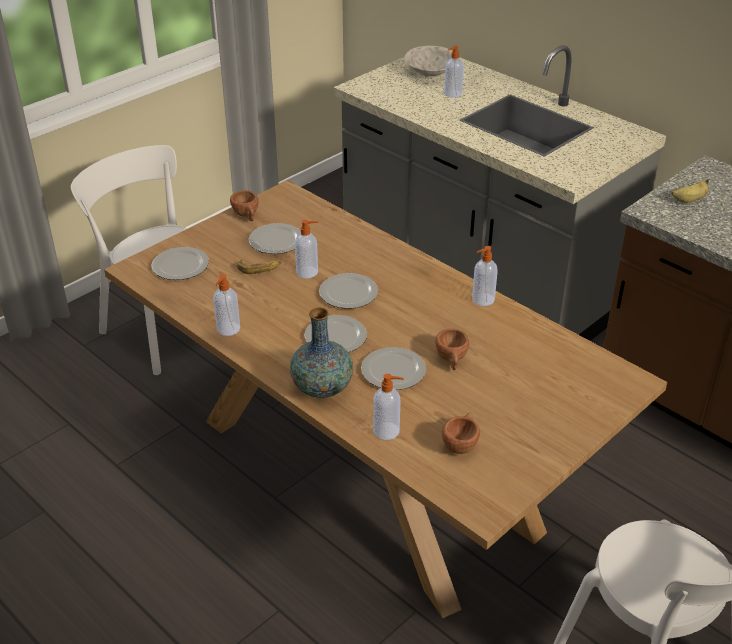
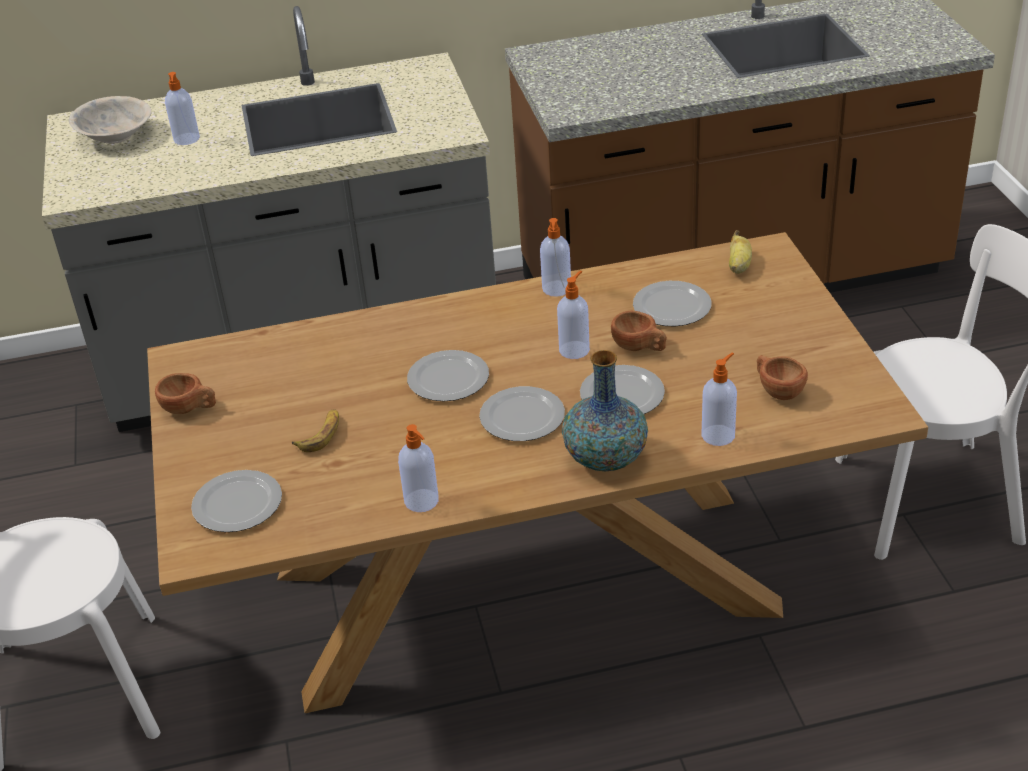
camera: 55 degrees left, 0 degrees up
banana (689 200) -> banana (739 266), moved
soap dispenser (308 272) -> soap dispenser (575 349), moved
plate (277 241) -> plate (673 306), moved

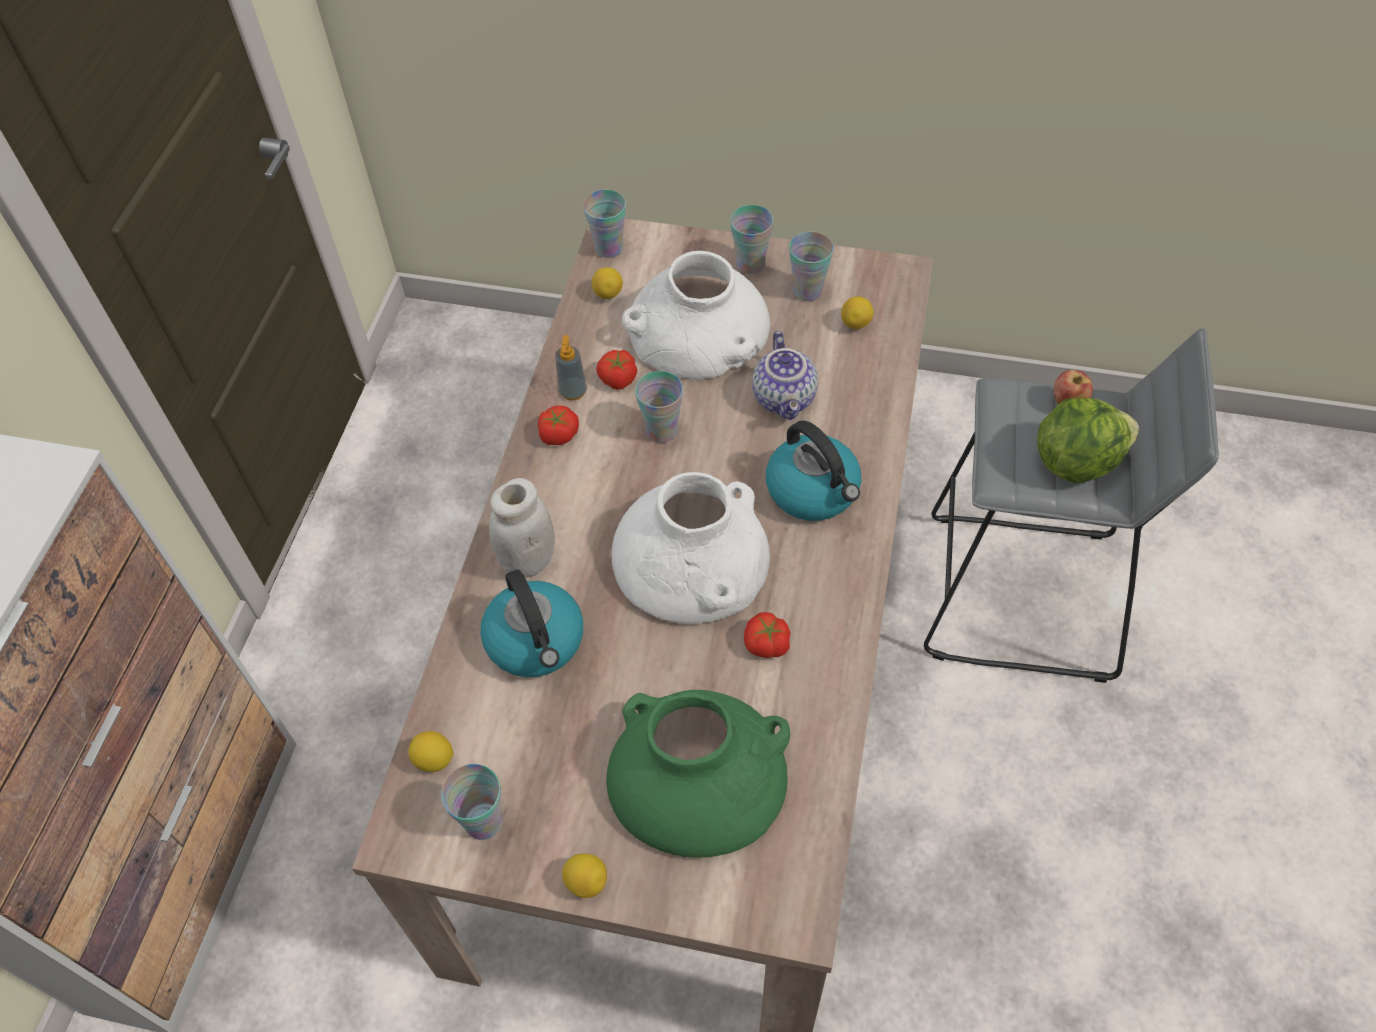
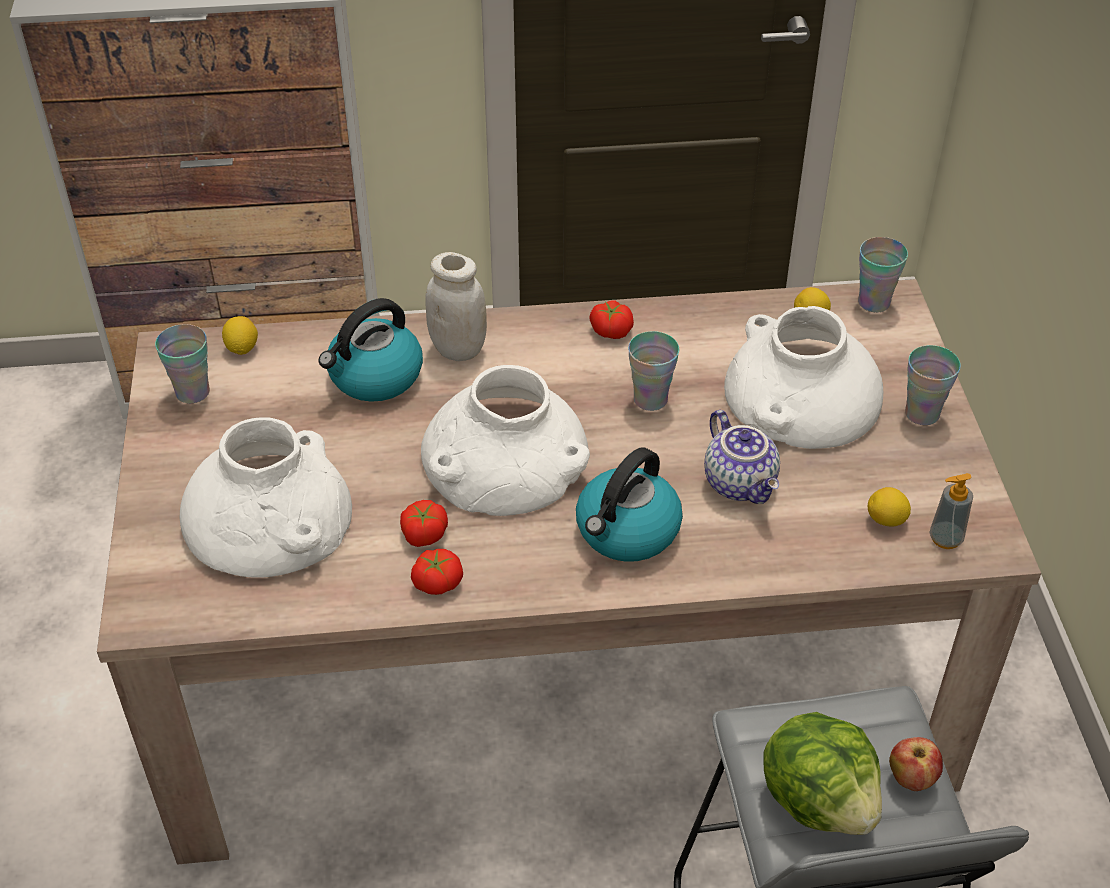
camera: 70 degrees right, 10 degrees down
cup (807 291) -> none
teapot (785 398) -> teapot (741 483), 90 degrees counterclockwise
soap dispenser (573 391) -> soap dispenser (945 538), moved
tomato (617 378) -> tomato (437 582), moved
green vase (696 774) -> white vase (268 515)
lemon (586 882) -> none

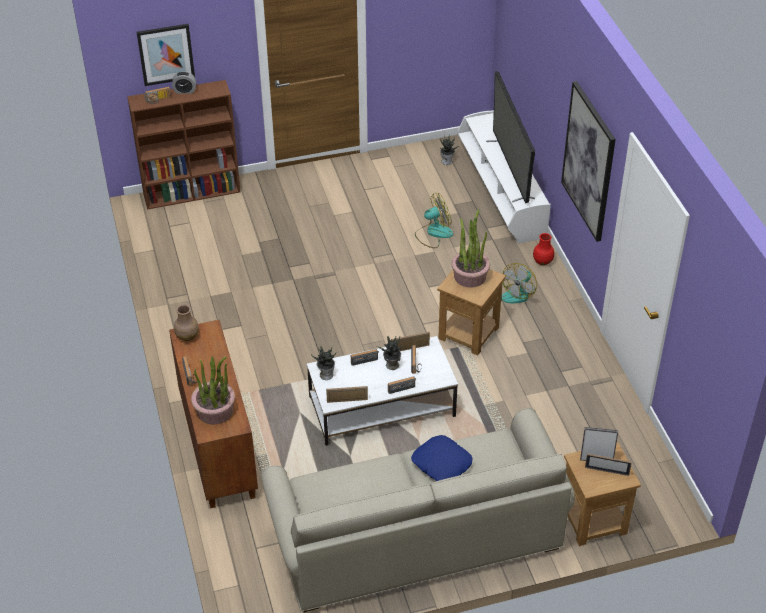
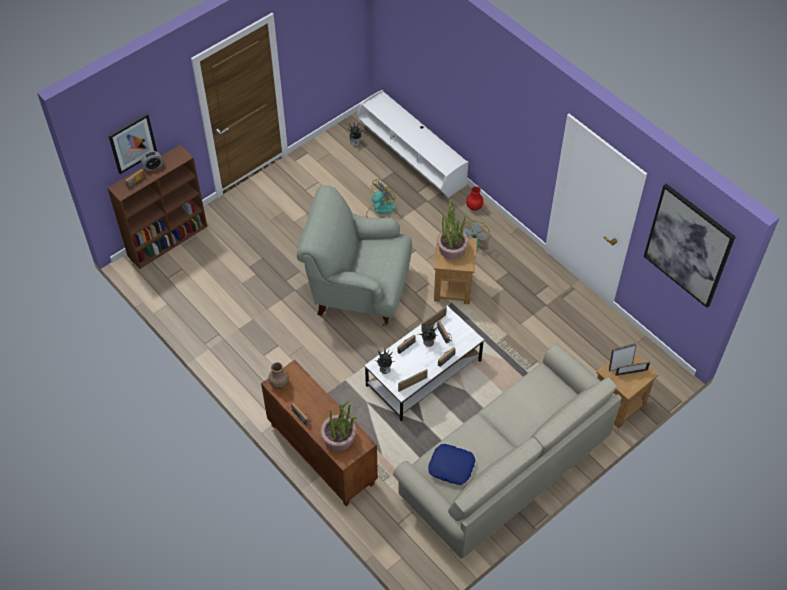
camera: 25 degrees left, 10 degrees up
television (510 169) -> none
picture (589 161) -> picture (688 246), moved
blue pillow (441 463) -> blue pillow (451 467), moved
none -> grey armchair (358 290)

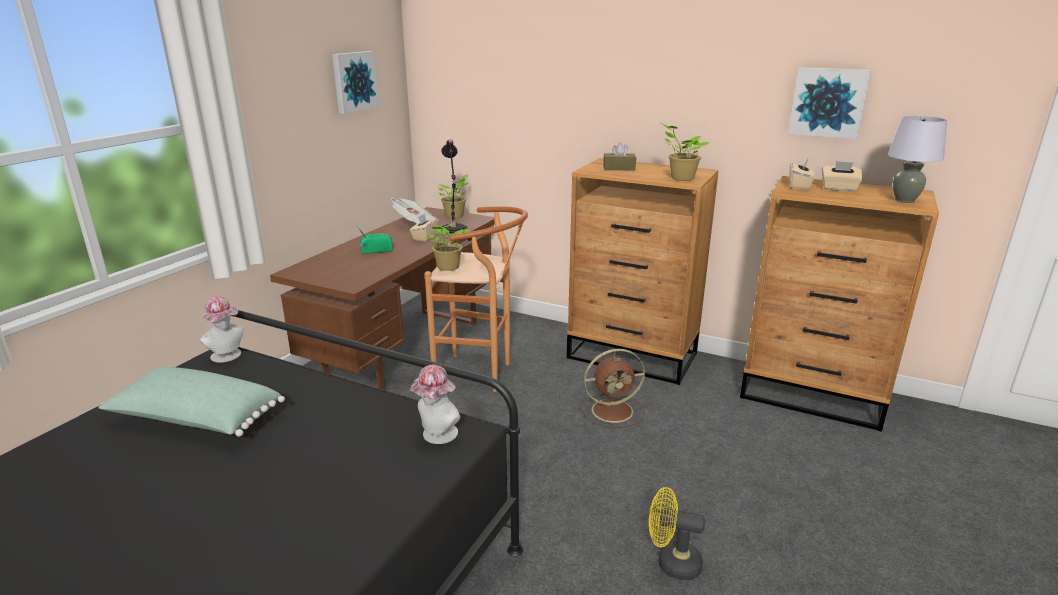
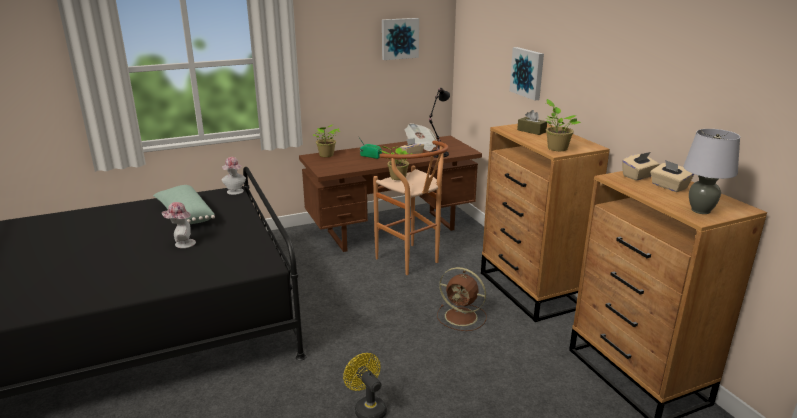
camera: 40 degrees right, 0 degrees up
picture (828 102) -> picture (528 73), moved
potted plant (455 216) -> potted plant (326 155), moved
hat (437 436) -> hat (182 244), moved

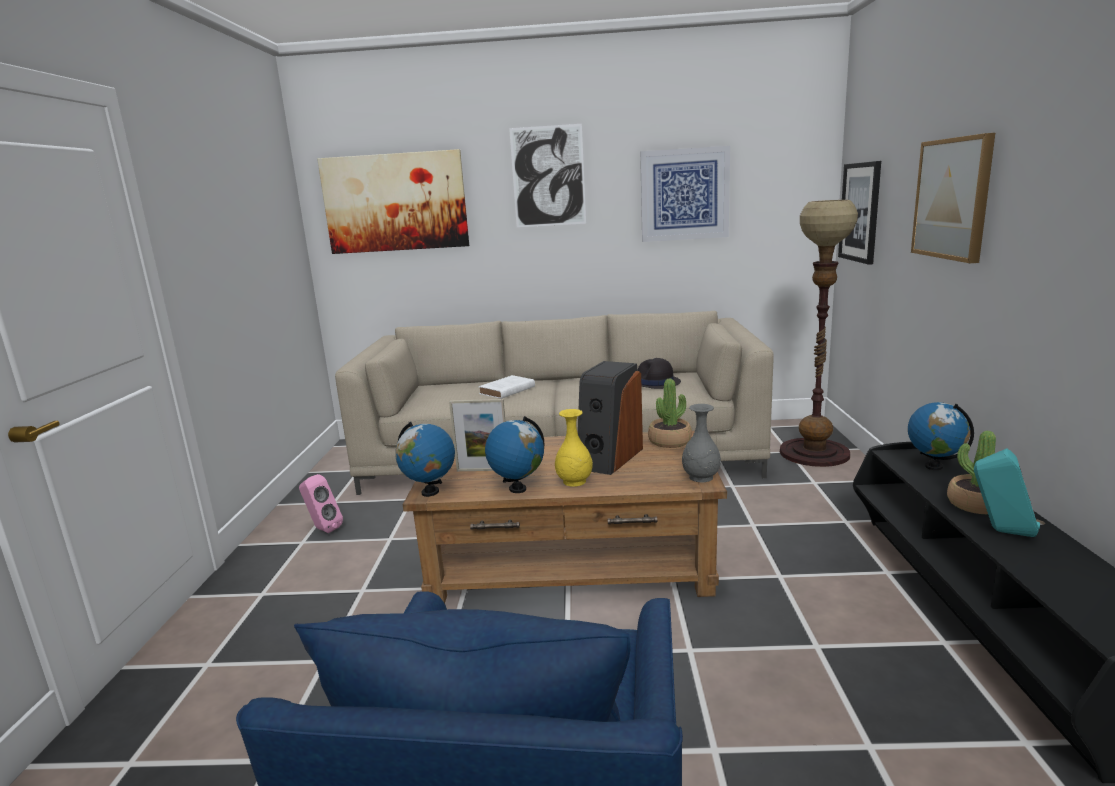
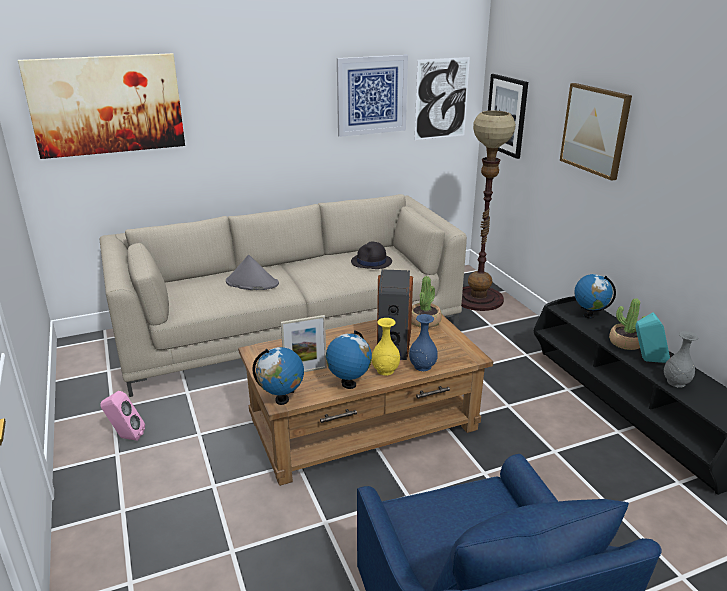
camera: 25 degrees left, 10 degrees up
picture (548 176) -> picture (441 99), moved
white book (506 391) -> grey hat (252 283)
grey vase (700 477) -> grey vase (675 382), moved
none -> blue vase (422 366)

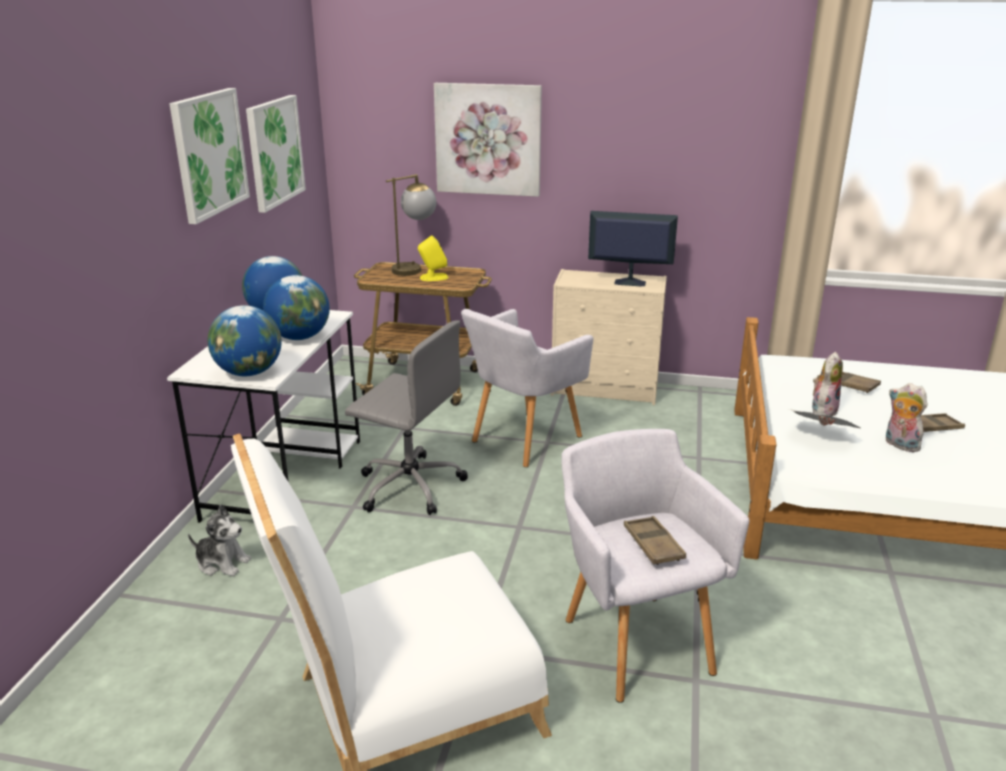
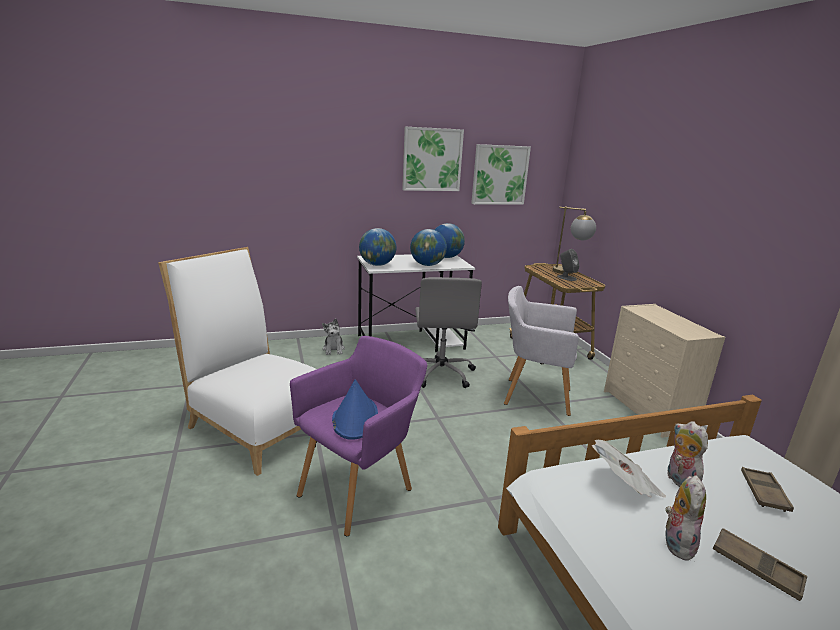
camera: 60 degrees right, 5 degrees down
picture (488 139) -> none
monitor (629 282) -> none
yellow speaker (433 277) -> grey speaker (566 278)
plush toy (823 410) -> plush toy (679 481), 120 degrees counterclockwise
grey armchair (635 639) -> purple armchair (360 489)
brown tray (653 545) -> blue hat (355 418)

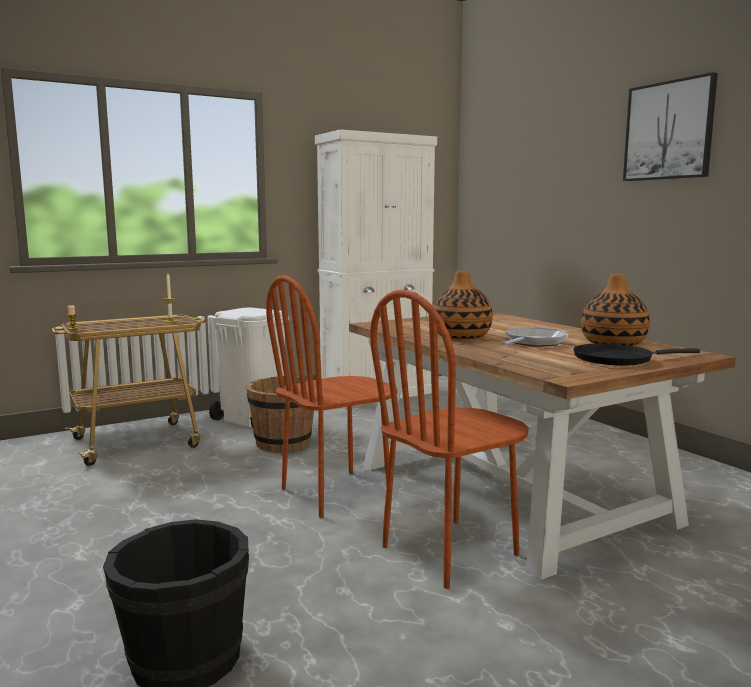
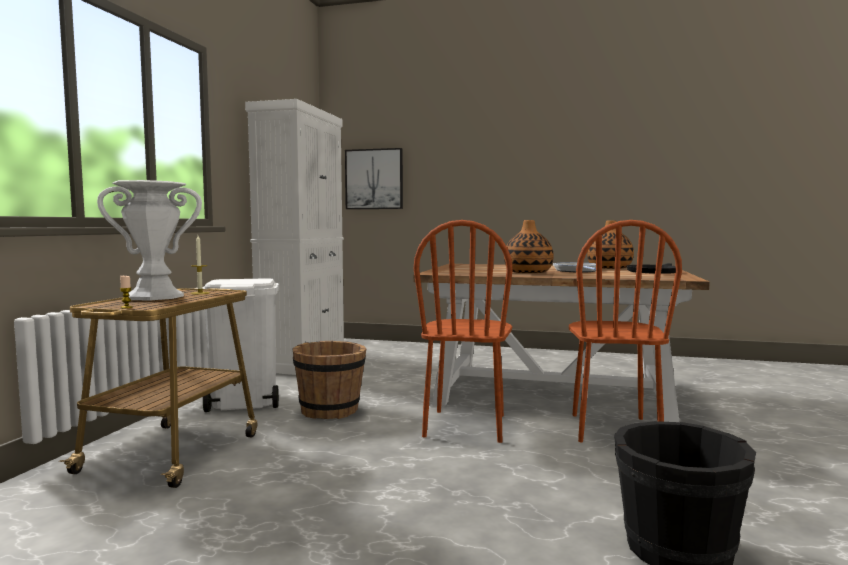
camera: 45 degrees left, 5 degrees down
picture (669 131) -> picture (374 179), moved
none -> white vase (155 297)

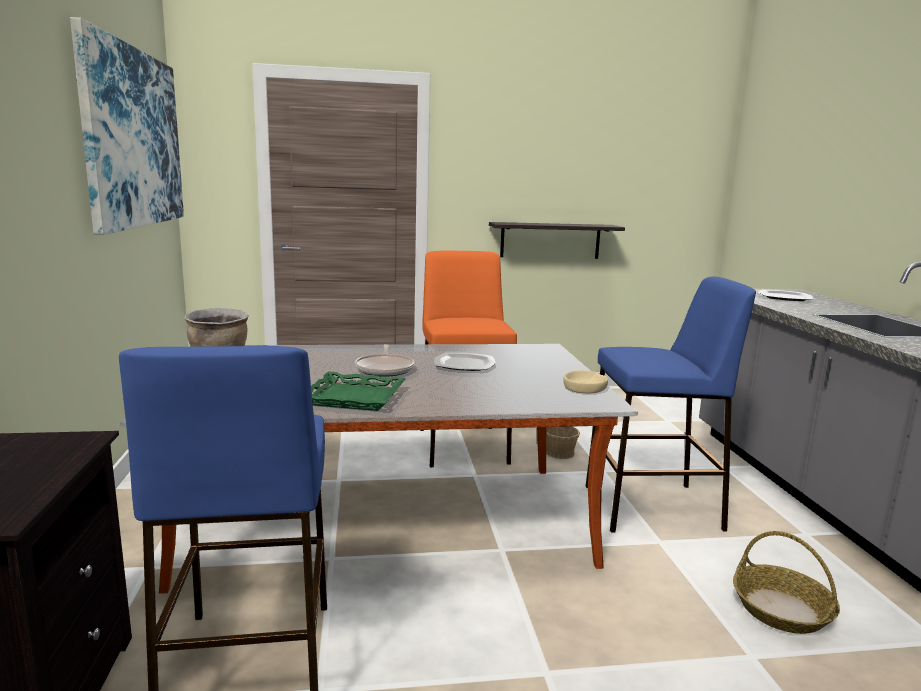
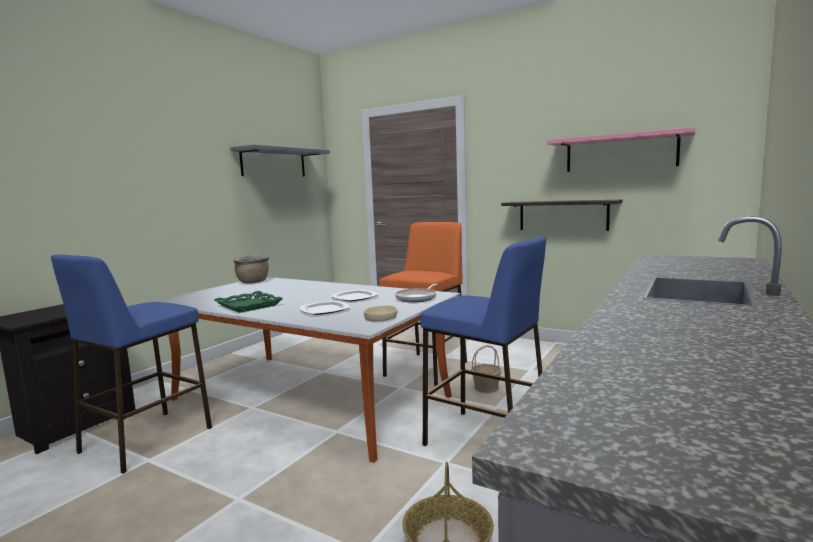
camera: 40 degrees right, 5 degrees down
picture (134 138) -> grey shelf (274 163)
plate (785 297) -> plate (325 310), moved
frying pan (385 369) -> frying pan (417 298), moved
none -> pink shelf (620 152)

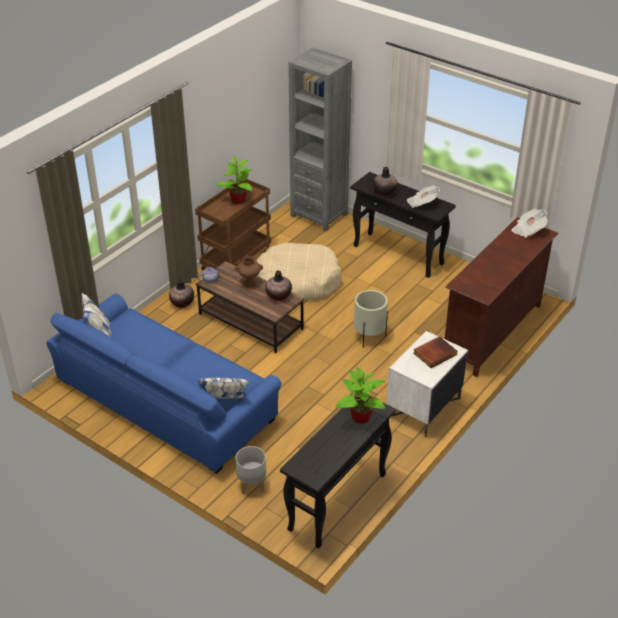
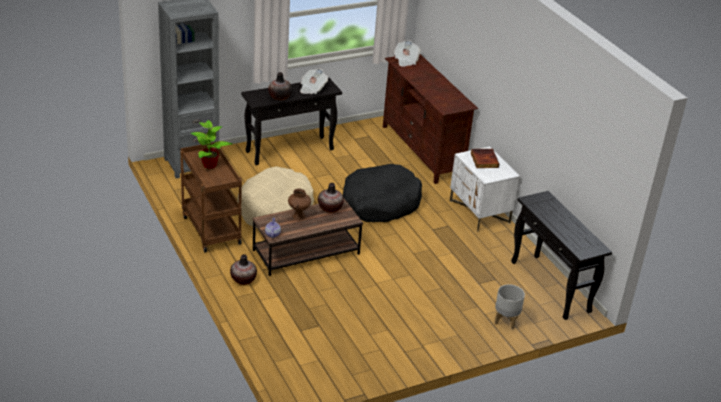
camera: 65 degrees left, 5 degrees down
beige planter (369 337) -> black dog bed (380 203)
blue sofa (166 400) -> none
potted plant (360 417) -> none

